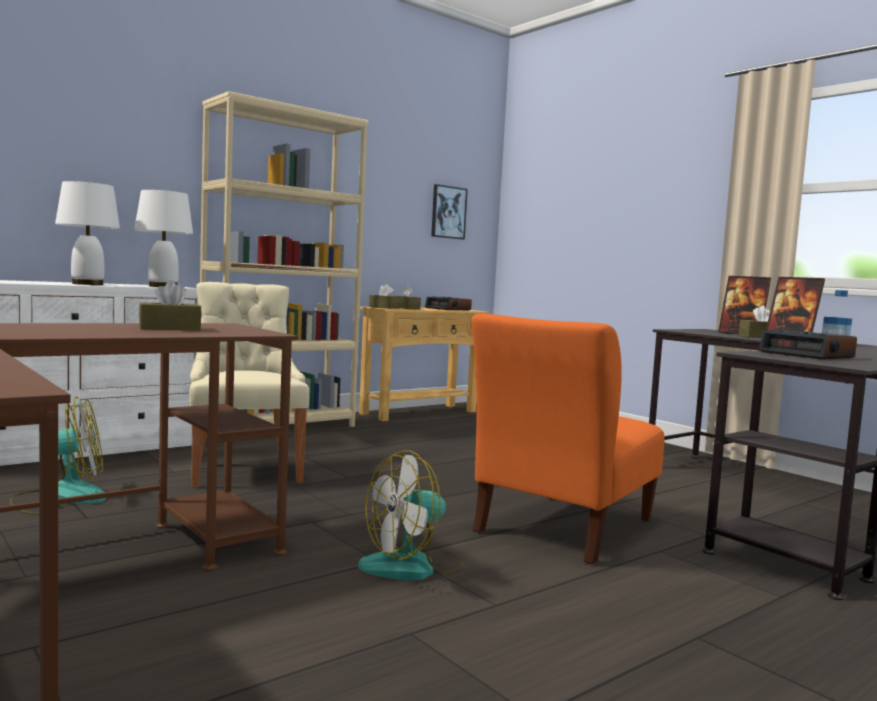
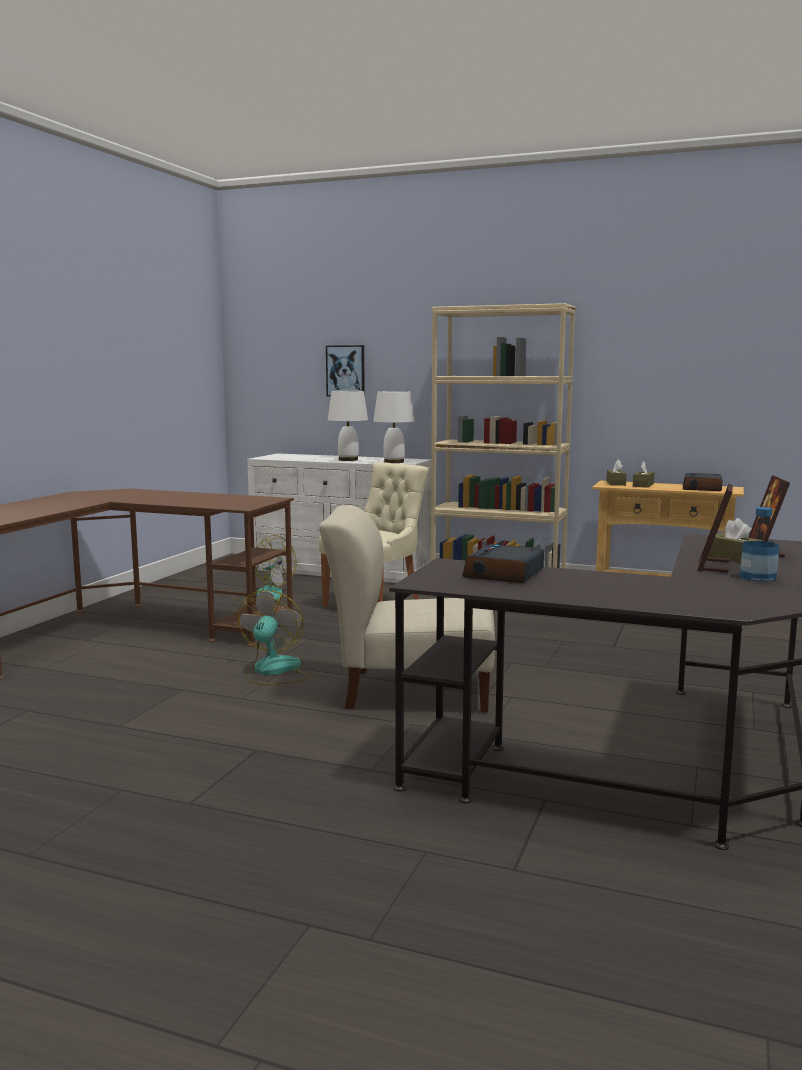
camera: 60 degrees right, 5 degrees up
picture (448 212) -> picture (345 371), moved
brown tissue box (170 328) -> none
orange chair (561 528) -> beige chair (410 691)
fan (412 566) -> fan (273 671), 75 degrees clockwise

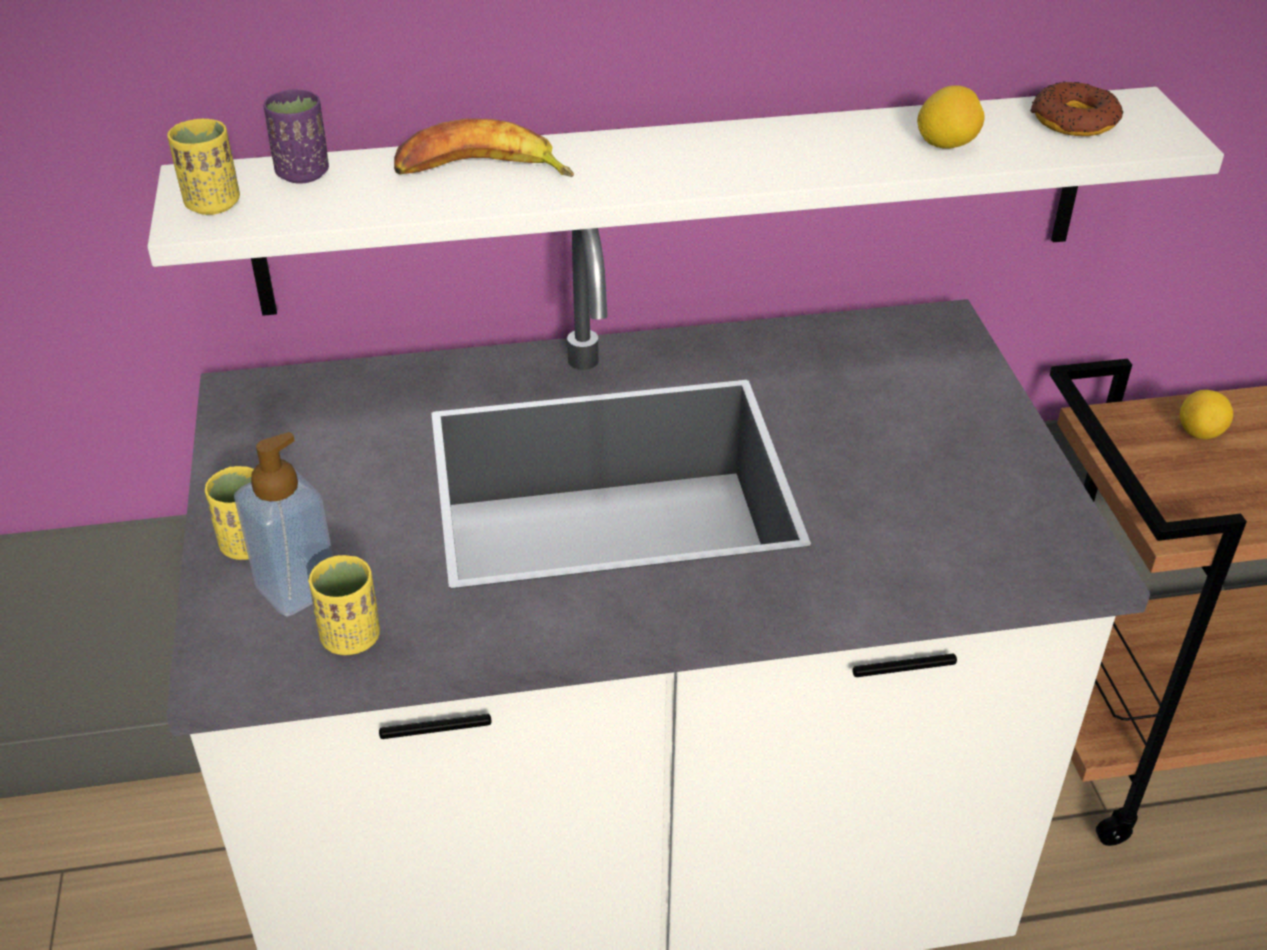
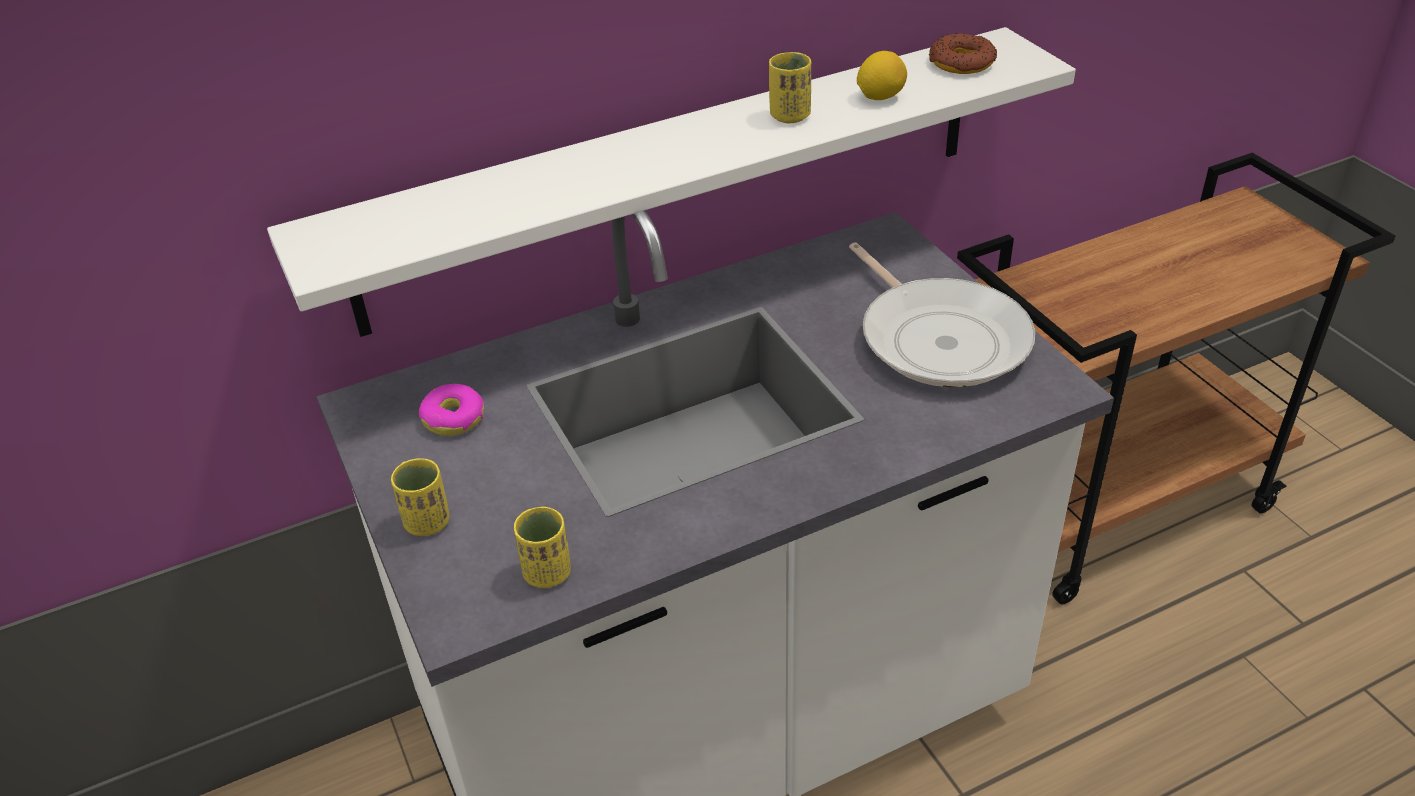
camera: 15 degrees left, 0 degrees up
purple cup (303 173) -> none
banana (482 172) -> none
yellow cup (212 204) -> yellow cup (790 116), moved
lemon (1199 433) -> none
soap dispenser (297 588) -> none
none -> frying pan (939 338)
none -> donut (453 418)

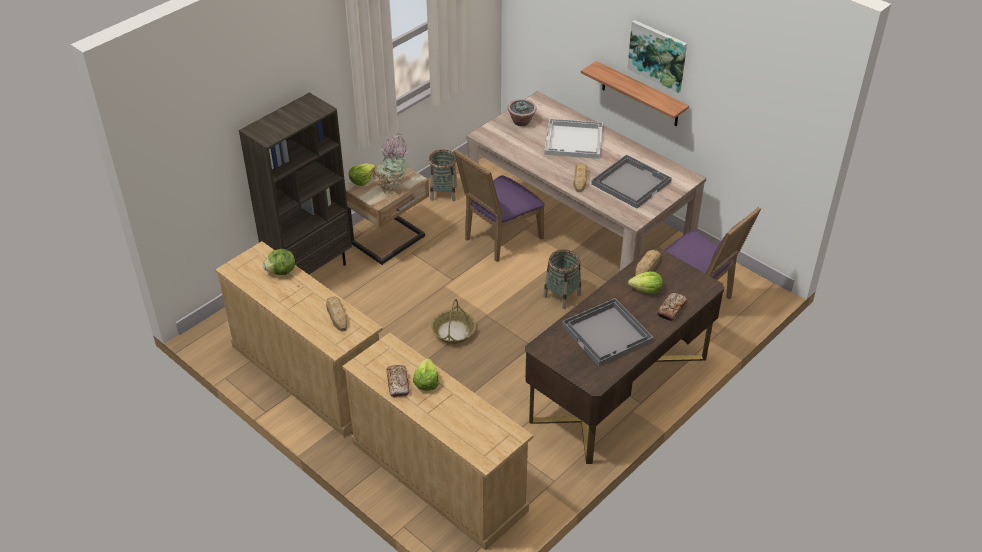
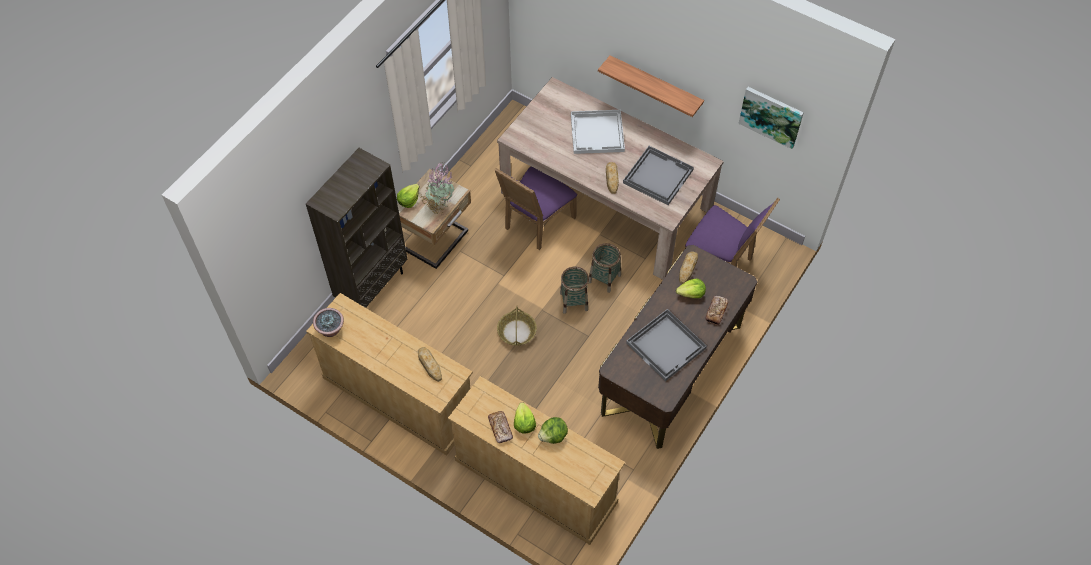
camera: 10 degrees left, 15 degrees up
picture (658 55) -> picture (771 116), moved
potted plant (521 122) -> potted plant (331 330), moved
basket (443 193) -> basket (574 301), moved
lettuce (281 272) -> lettuce (553 436), moved

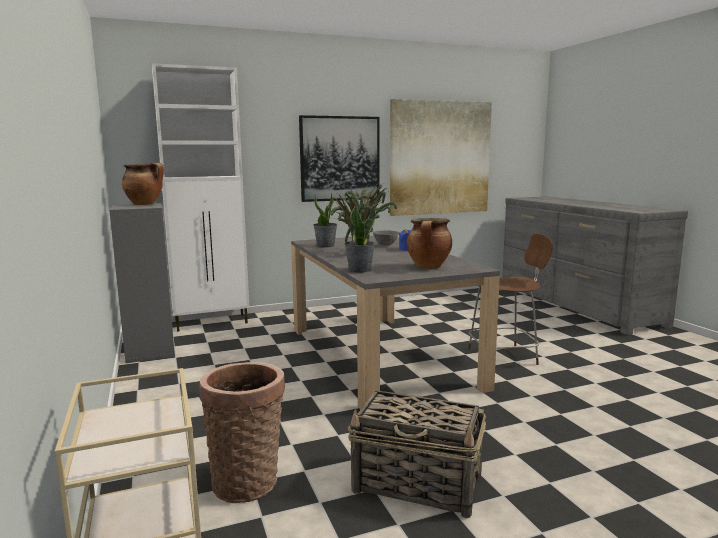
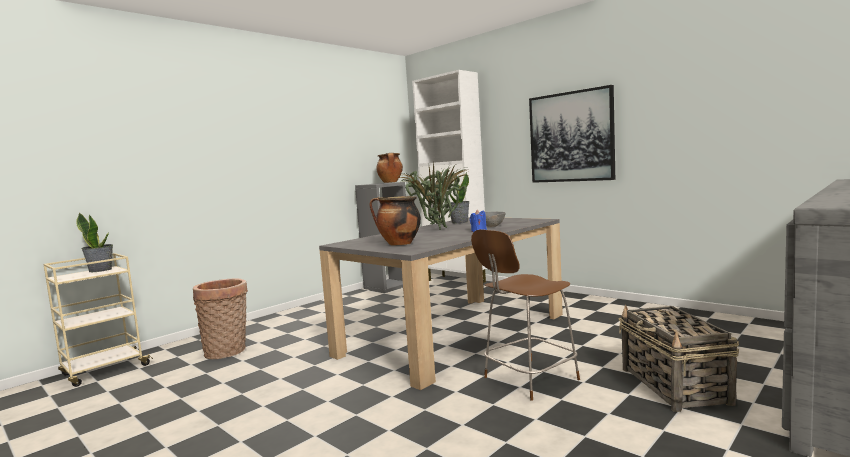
camera: 65 degrees right, 5 degrees down
picture (440 158) -> none
potted plant (359 270) -> potted plant (101 270), moved
brown chair (504 356) -> brown chair (528 379), 90 degrees clockwise
basket (418 484) -> basket (674 386), moved

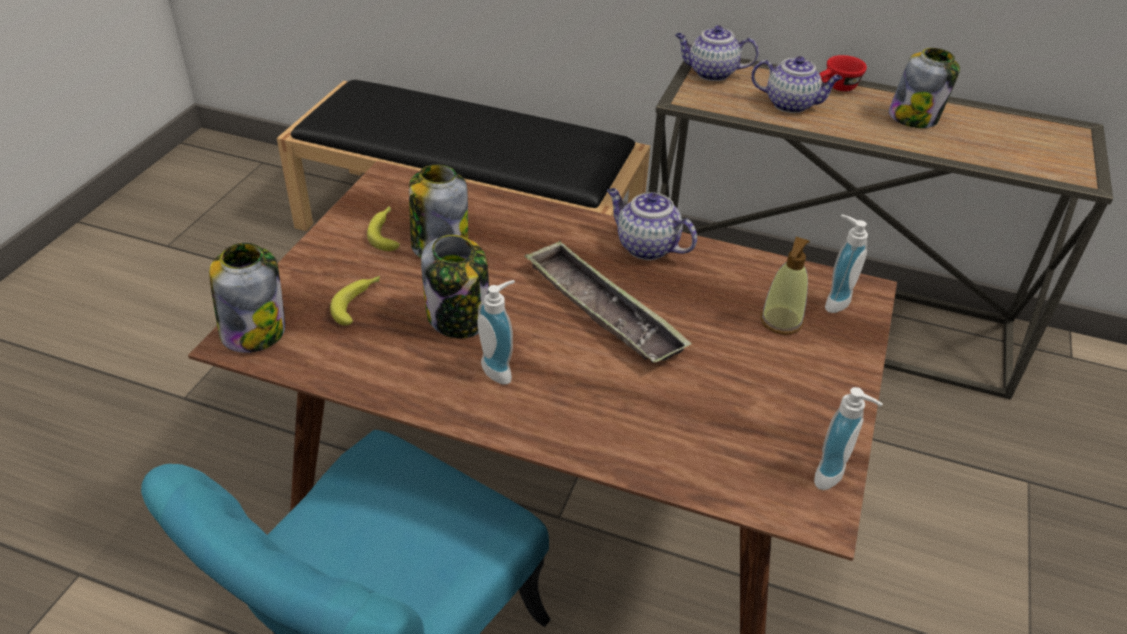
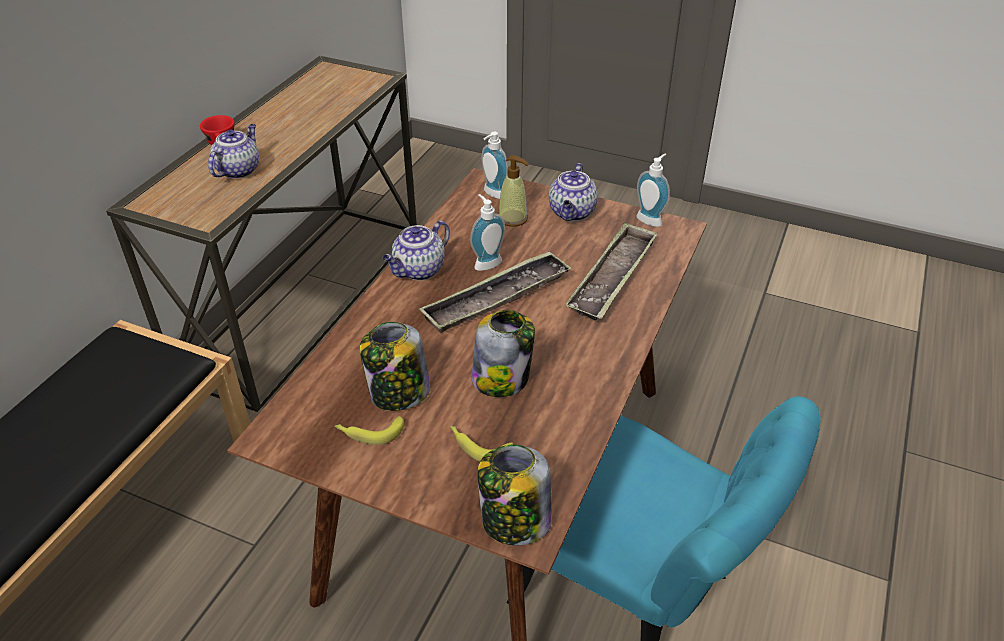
camera: 85 degrees left, 0 degrees up
teapot (711 73) -> teapot (572 213), moved
jar (914 117) -> none
soap dispenser (500 369) -> soap dispenser (486 262), moved
none -> tray (613 277)

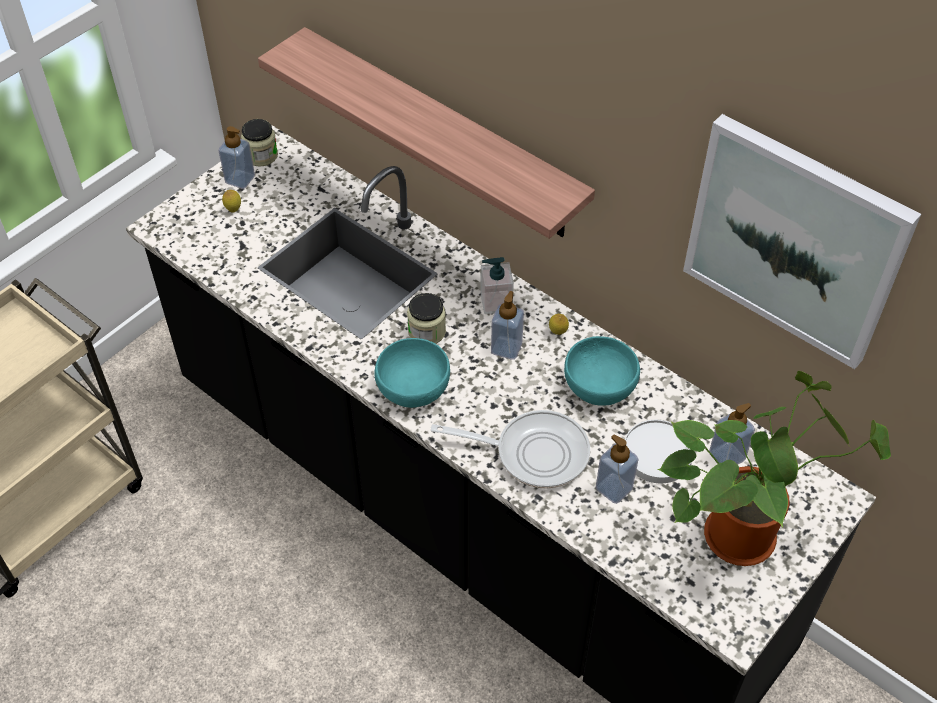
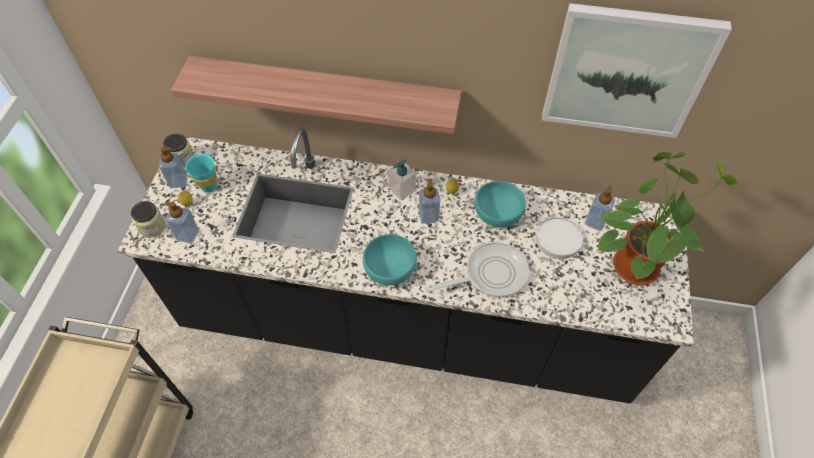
camera: 30 degrees left, 5 degrees up
jar (427 332) -> jar (152 227), moved
soap dispenser (614 488) -> soap dispenser (188 235), moved
none -> turquoise cup (208 186)

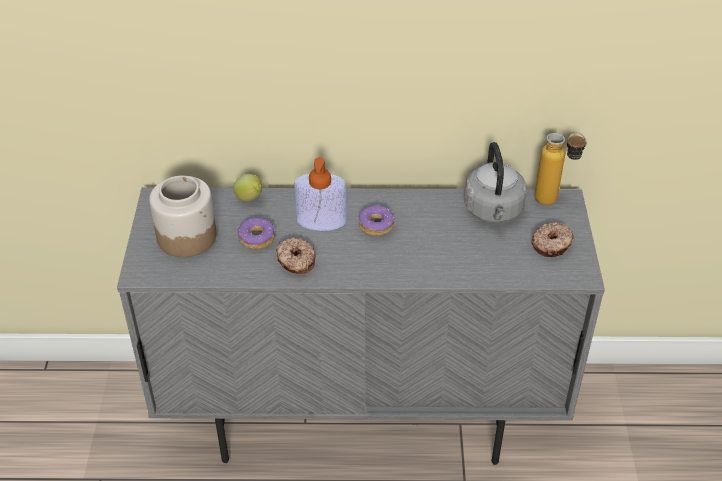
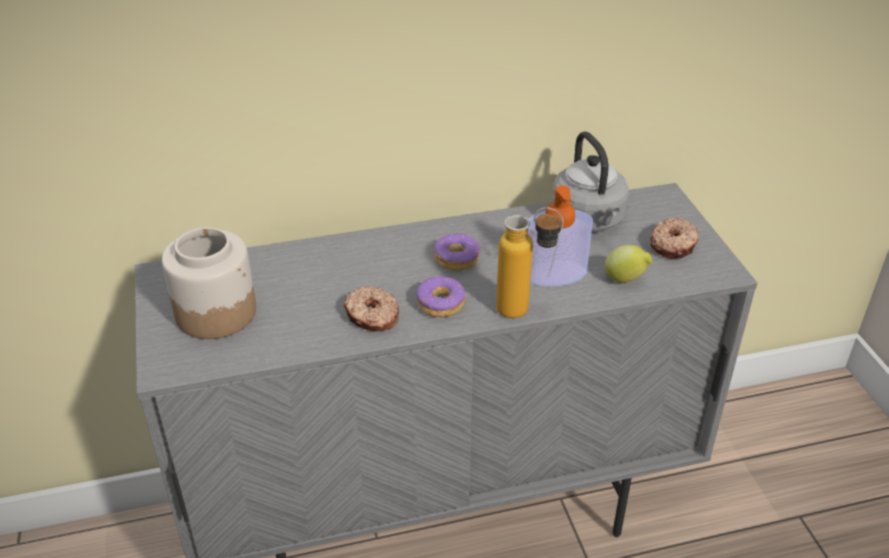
camera: 15 degrees left, 5 degrees down
bottle (554 202) -> bottle (525 312), moved
soap dispenser (321 220) -> soap dispenser (554 274), moved
lemon (250 199) -> lemon (626 280), moved
donut (257 238) -> donut (441 304), moved

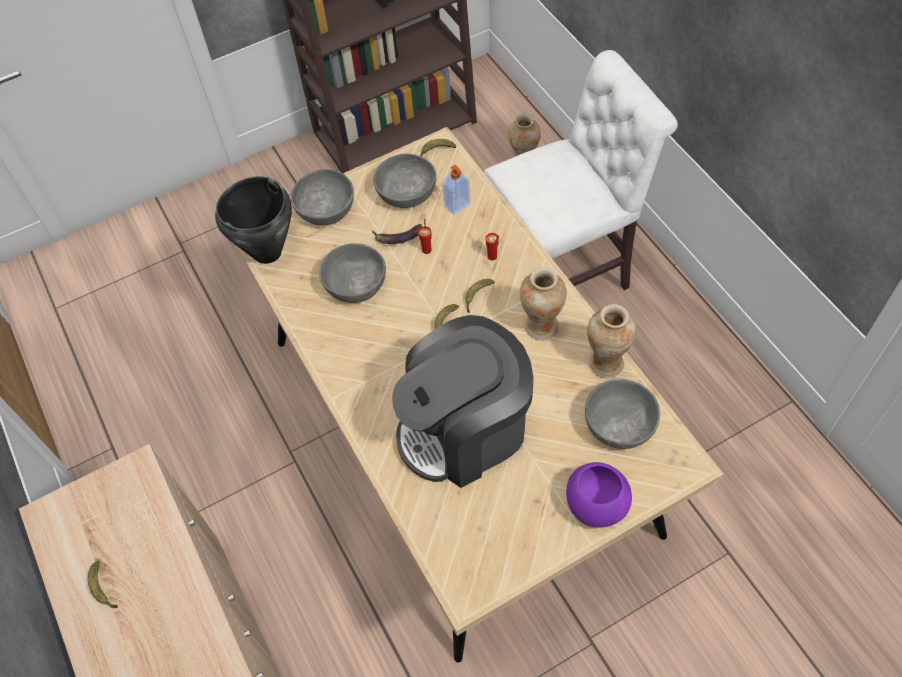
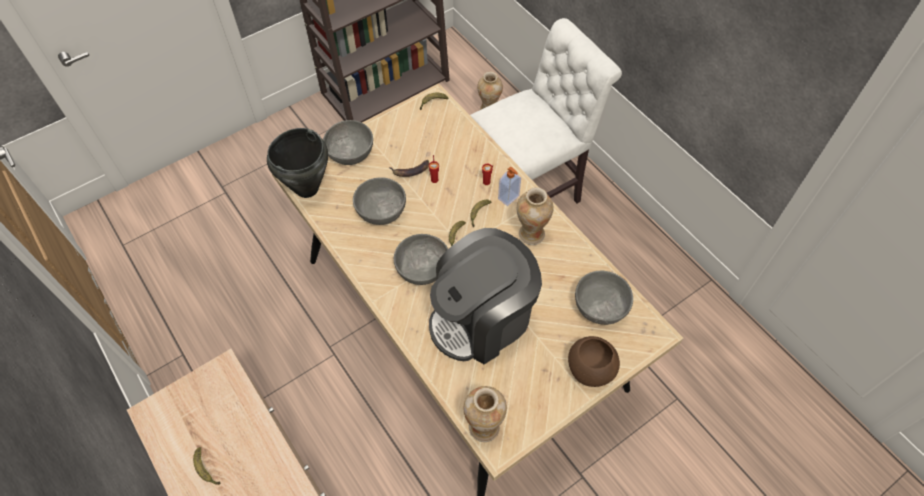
camera: 10 degrees left, 0 degrees up
grey bowl (406 192) -> grey bowl (422 268), moved
soap dispenser (457 206) -> soap dispenser (509 198), moved
vase (605 363) -> vase (483 427), moved
purple bowl (595 503) -> brown bowl (590 368)

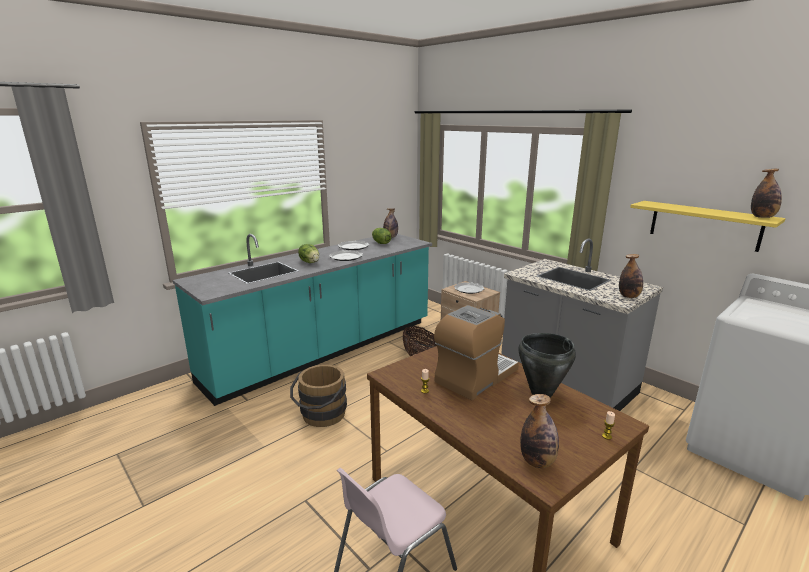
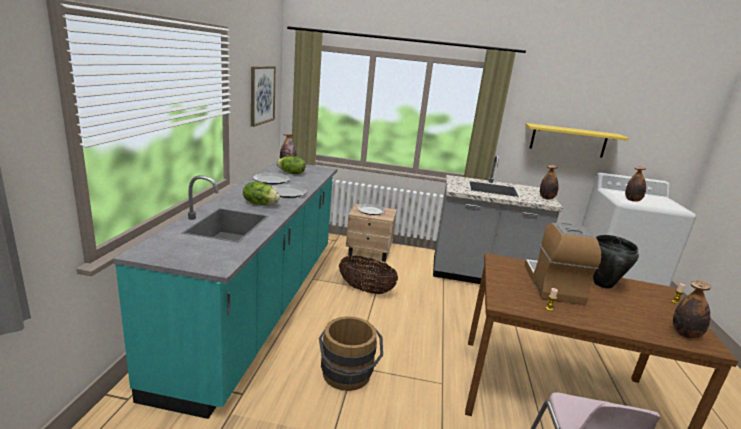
camera: 40 degrees left, 0 degrees up
bottle (762 217) -> bottle (632 200), moved
none -> picture (262 95)

